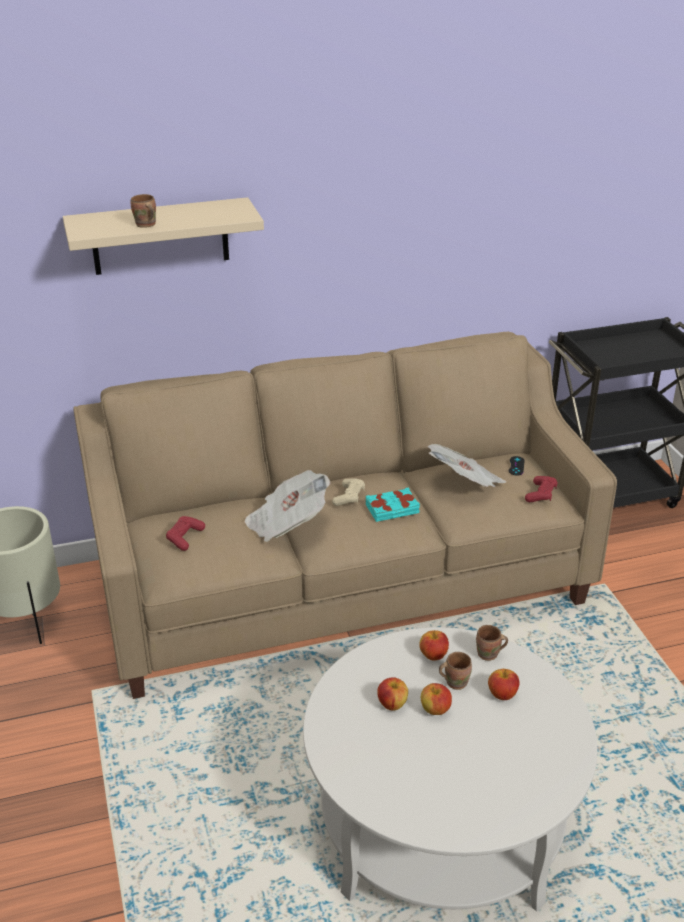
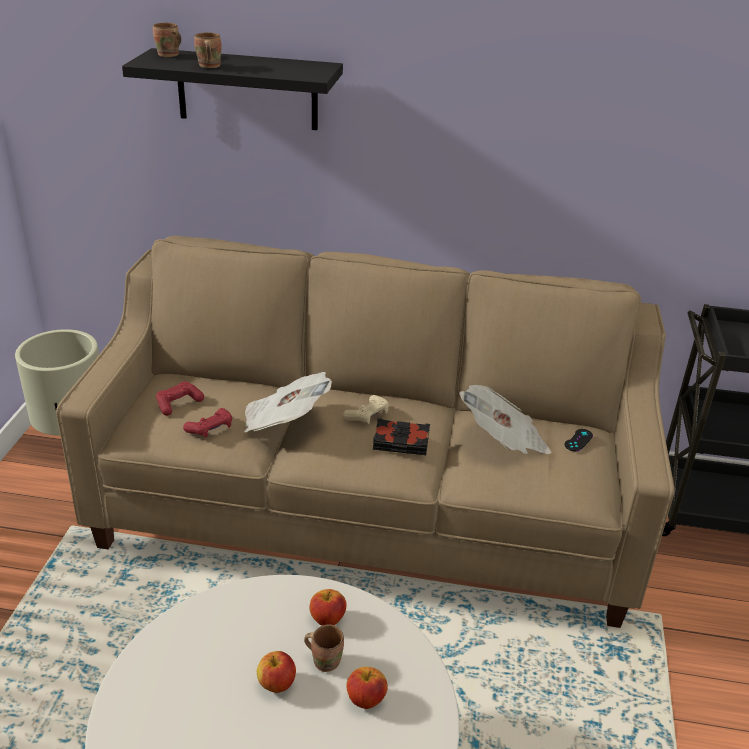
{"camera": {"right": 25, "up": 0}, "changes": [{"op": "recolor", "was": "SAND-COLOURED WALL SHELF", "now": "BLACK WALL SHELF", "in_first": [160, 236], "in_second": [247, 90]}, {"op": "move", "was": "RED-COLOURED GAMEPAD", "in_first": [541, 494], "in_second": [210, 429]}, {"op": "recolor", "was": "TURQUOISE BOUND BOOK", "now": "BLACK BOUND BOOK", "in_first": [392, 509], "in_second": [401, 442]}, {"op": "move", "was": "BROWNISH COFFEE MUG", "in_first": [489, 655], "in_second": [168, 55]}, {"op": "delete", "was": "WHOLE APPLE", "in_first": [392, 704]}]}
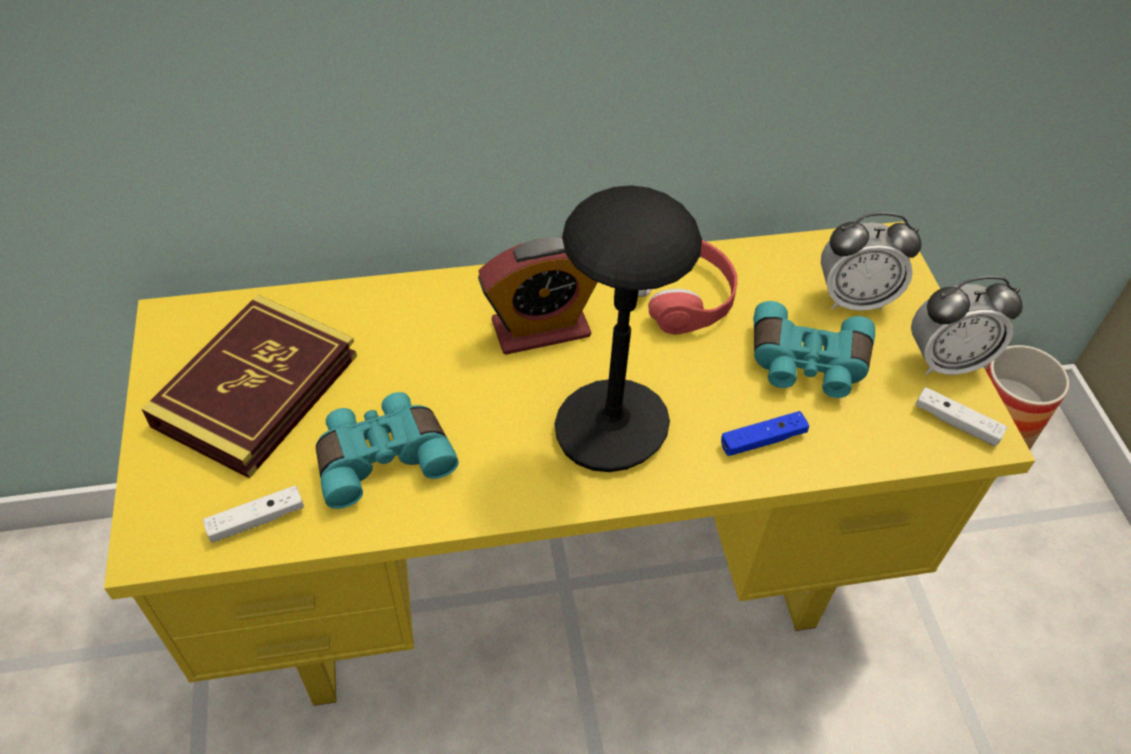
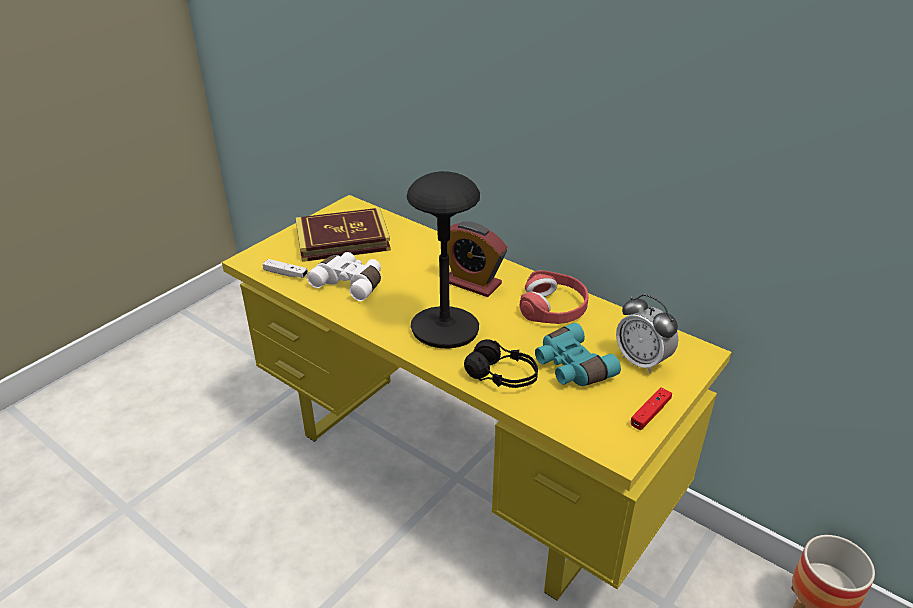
{"camera": {"right": 50, "up": -15}, "changes": [{"op": "replace", "was": "TABLE CLOCK", "now": "RED-COLOURED GAMEPAD", "in_first": [945, 361], "in_second": [650, 413]}, {"op": "delete", "was": "WHITISH GAMEPAD", "in_first": [956, 423]}, {"op": "recolor", "was": "TURQUOISE BINOCULARS", "now": "WHITISH BINOCULARS", "in_first": [382, 456], "in_second": [350, 283]}, {"op": "replace", "was": "BLUE-COLOURED GAMEPAD", "now": "BLACK PAIR OF HEADPHONES", "in_first": [762, 440], "in_second": [502, 376]}]}
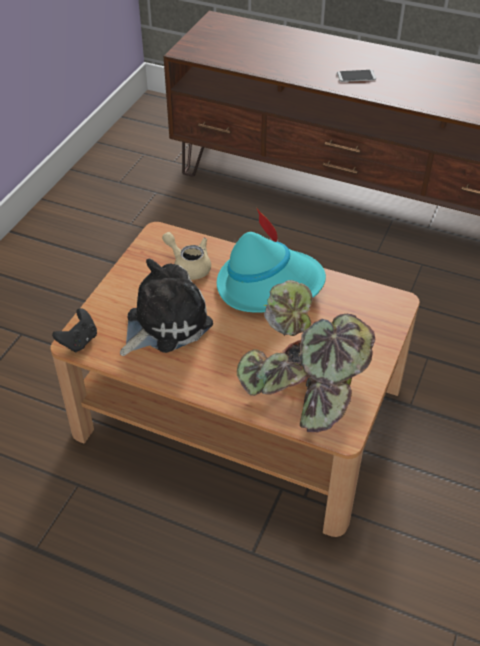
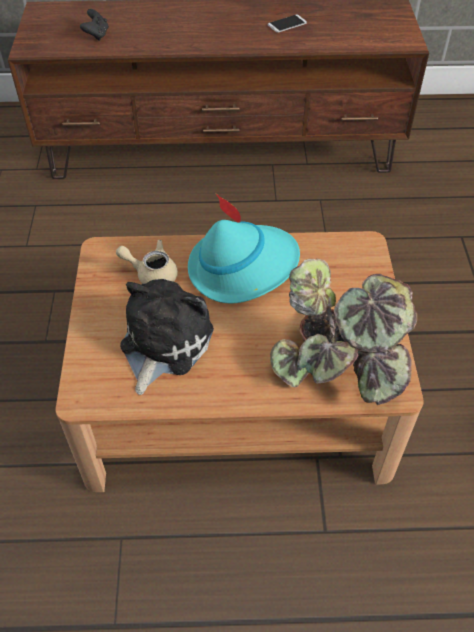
{"camera": {"right": -25, "up": 5}, "changes": [{"op": "move", "was": "TELEPHONE", "in_first": [356, 76], "in_second": [287, 24]}, {"op": "move", "was": "BLACK GAMEPAD", "in_first": [79, 341], "in_second": [97, 35]}]}
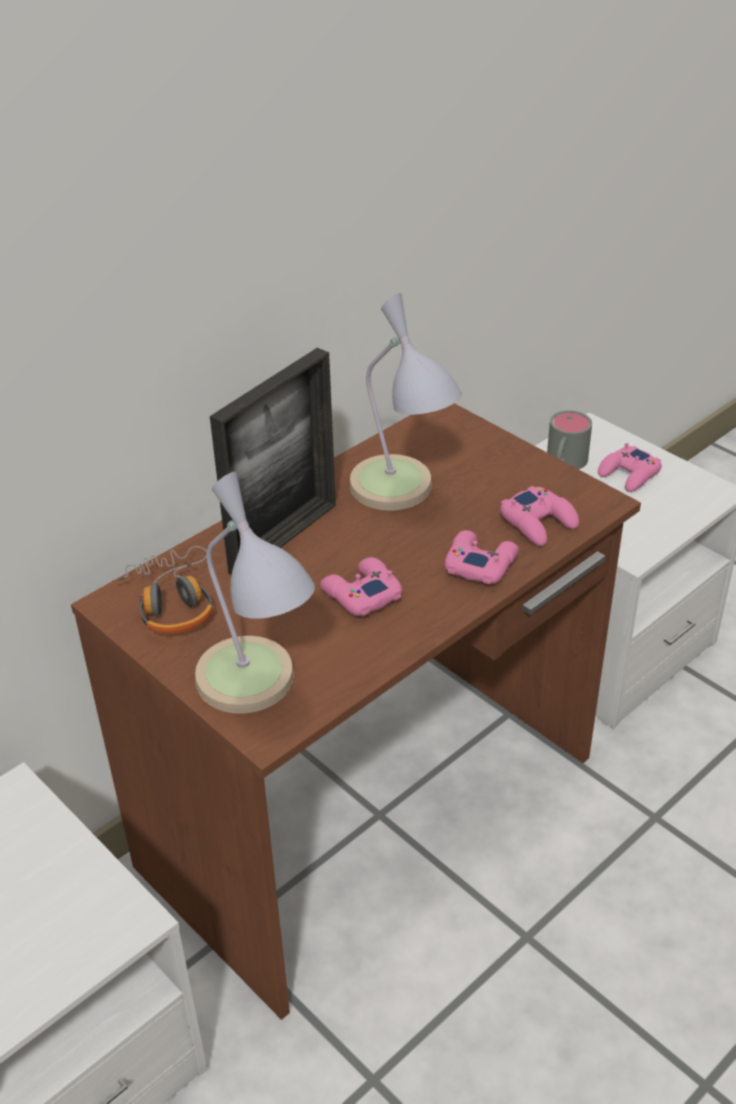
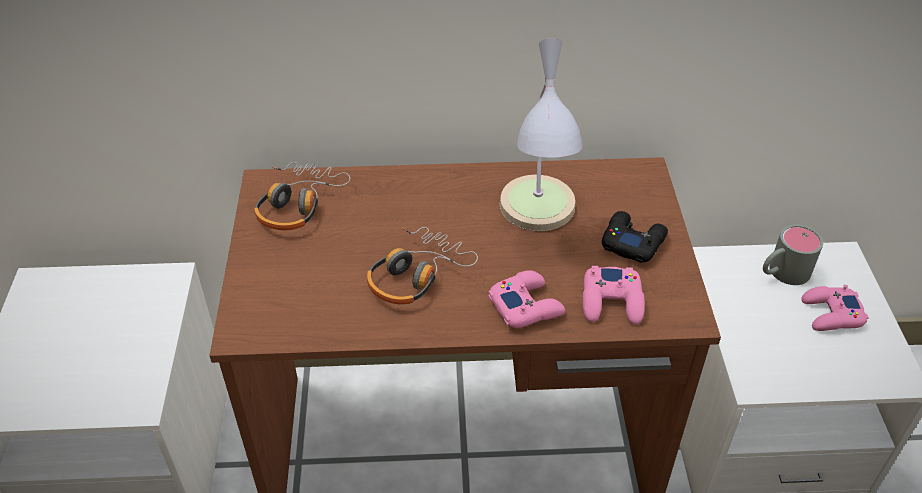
{"camera": {"right": 40, "up": 5}, "changes": [{"op": "delete", "was": "PHOTO FRAME", "in_first": [283, 538]}, {"op": "delete", "was": "TABLE LAMP", "in_first": [259, 689]}, {"op": "replace", "was": "PINK-COLOURED GAMEPAD", "now": "PAIR OF HEADPHONES", "in_first": [361, 594], "in_second": [416, 274]}, {"op": "insert", "now": "BLACK GAMEPAD", "in_second": [632, 242]}]}
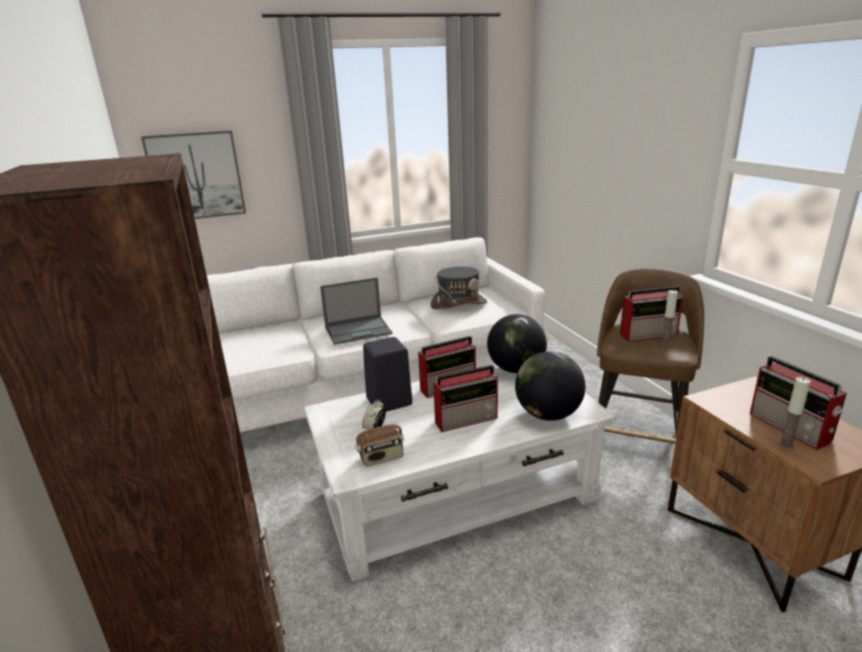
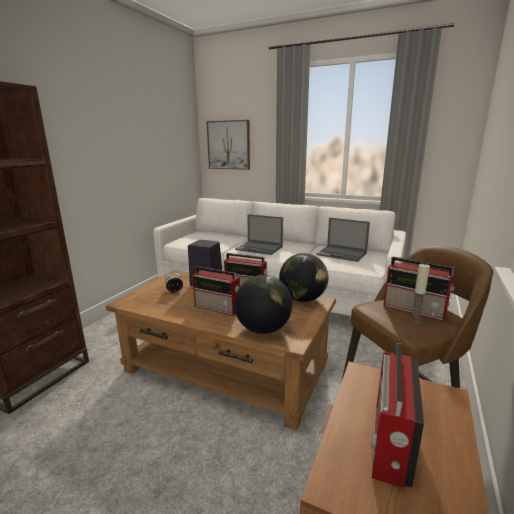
{"camera": {"right": 45, "up": -5}, "changes": [{"op": "replace", "was": "GREY CLOTHING HAT", "now": "LAPTOP", "in_first": [458, 304], "in_second": [342, 254]}, {"op": "recolor", "was": "WHITISH LOUNGE TABLE", "now": "BROWNISH LOUNGE TABLE", "in_first": [457, 496], "in_second": [226, 368]}, {"op": "delete", "was": "CANDLE", "in_first": [786, 445]}, {"op": "delete", "was": "RADIO", "in_first": [381, 458]}]}
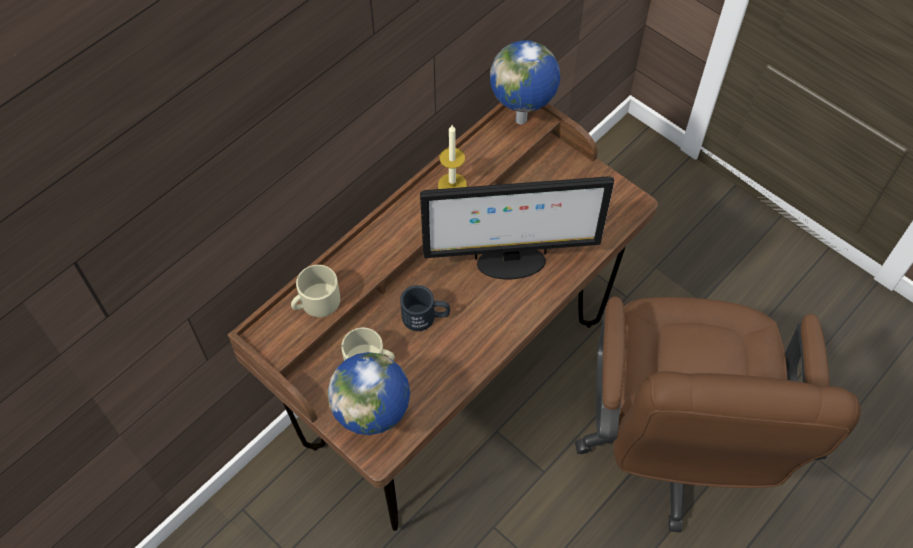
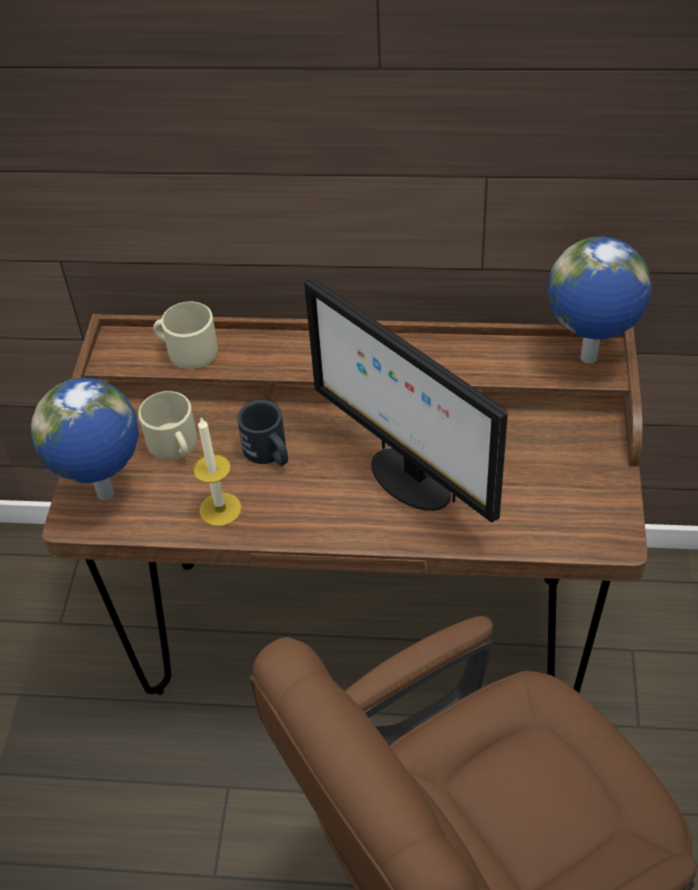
{"camera": {"right": 55, "up": -10}, "changes": [{"op": "move", "was": "CANDLE", "in_first": [452, 185], "in_second": [220, 509]}]}
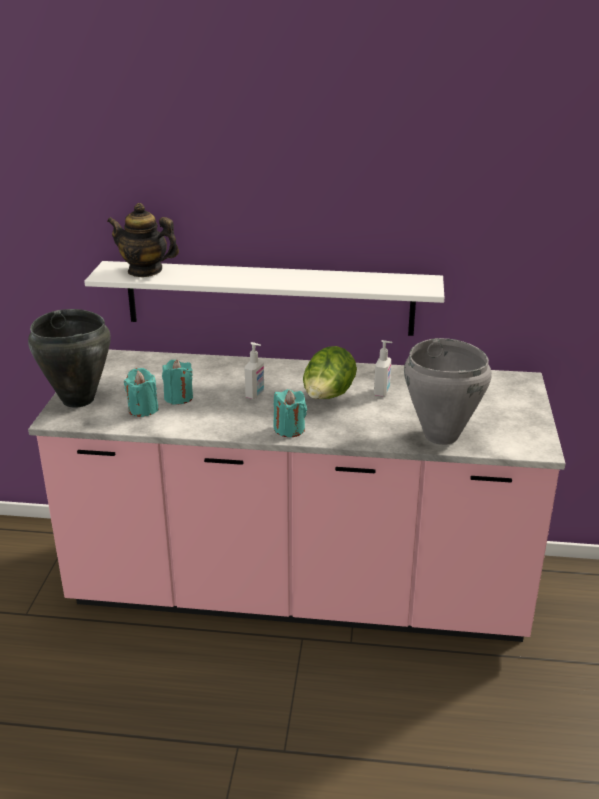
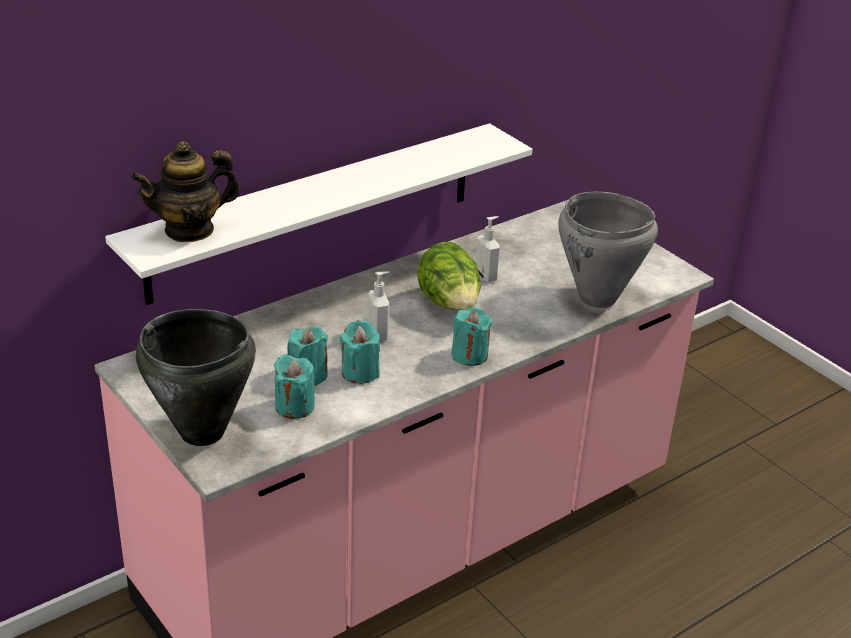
{"camera": {"right": -45, "up": 5}, "changes": [{"op": "insert", "now": "TURQUOISE CANDLE", "in_second": [360, 372]}]}
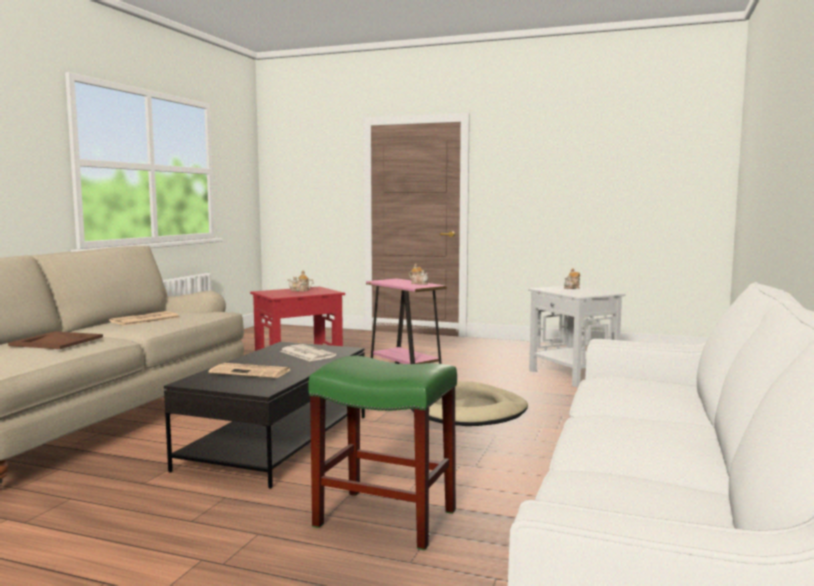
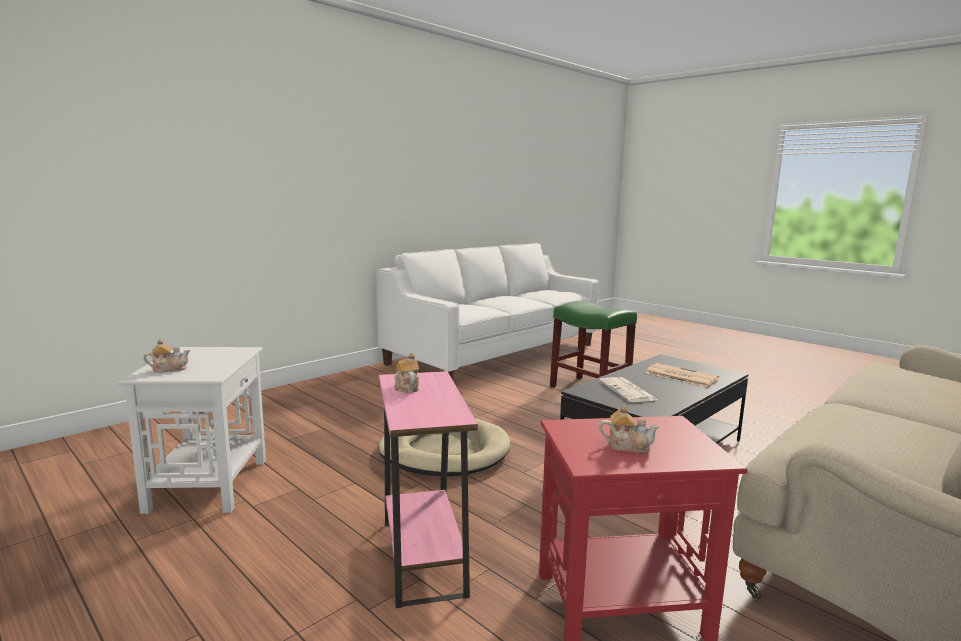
{"camera": {"right": -155, "up": 5}, "changes": [{"op": "delete", "was": "NEWSPAPER", "in_first": [144, 320]}, {"op": "delete", "was": "BROWNISH SERVING TRAY", "in_first": [56, 341]}]}
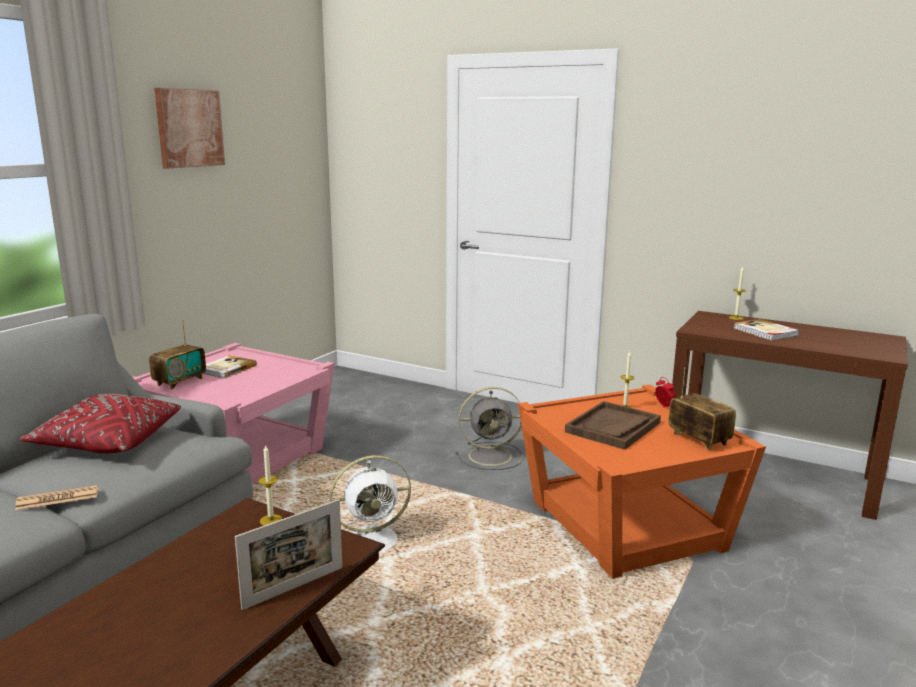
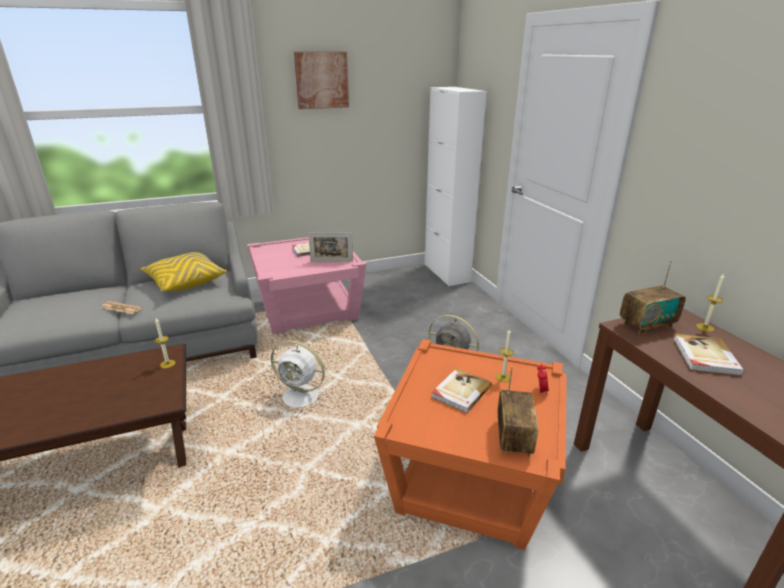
{"camera": {"right": 40, "up": 10}, "changes": [{"op": "move", "was": "RADIO", "in_first": [179, 382], "in_second": [646, 325]}, {"op": "recolor", "was": "RED-COLOURED THROW PILLOW", "now": "YELLOW-COLOURED THROW PILLOW", "in_first": [107, 442], "in_second": [185, 282]}, {"op": "replace", "was": "BROWNISH SERVING TRAY", "now": "BOUND BOOK", "in_first": [613, 427], "in_second": [460, 391]}, {"op": "move", "was": "PHOTO FRAME", "in_first": [294, 587], "in_second": [331, 261]}, {"op": "insert", "now": "WHITISH CABINET", "in_second": [446, 273]}]}
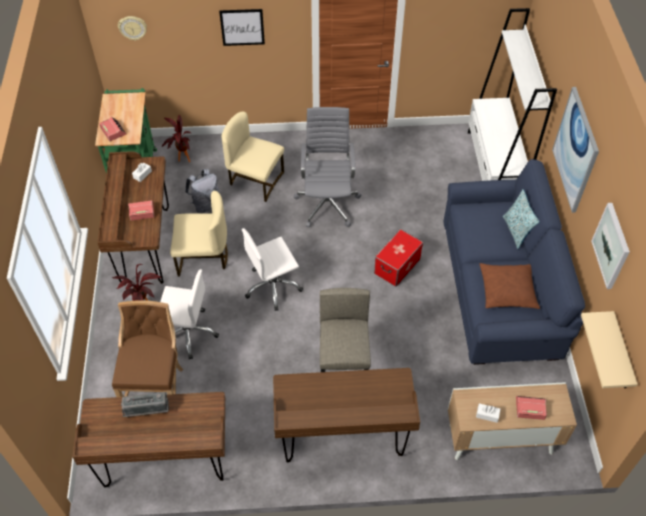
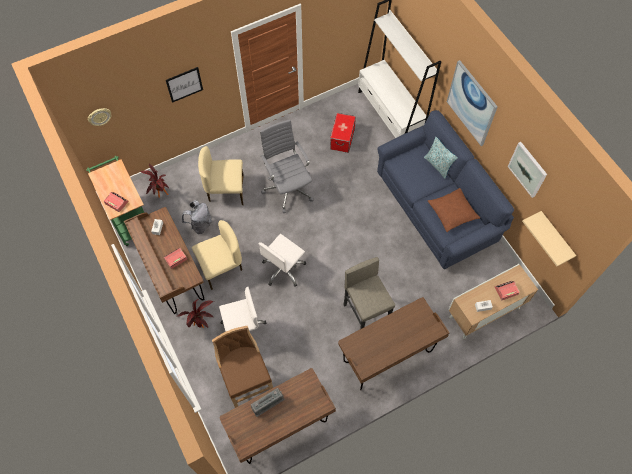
{"camera": {"right": -25, "up": 10}, "changes": [{"op": "move", "was": "STORAGE BOX", "in_first": [397, 266], "in_second": [342, 139]}]}
